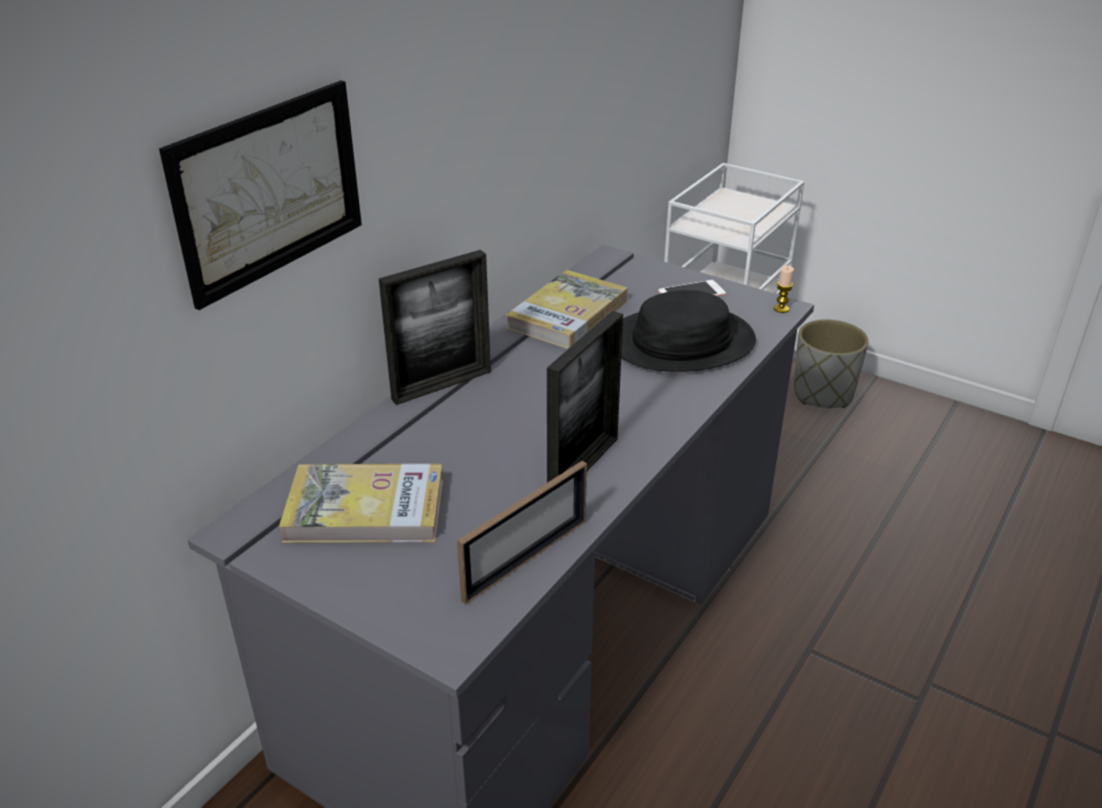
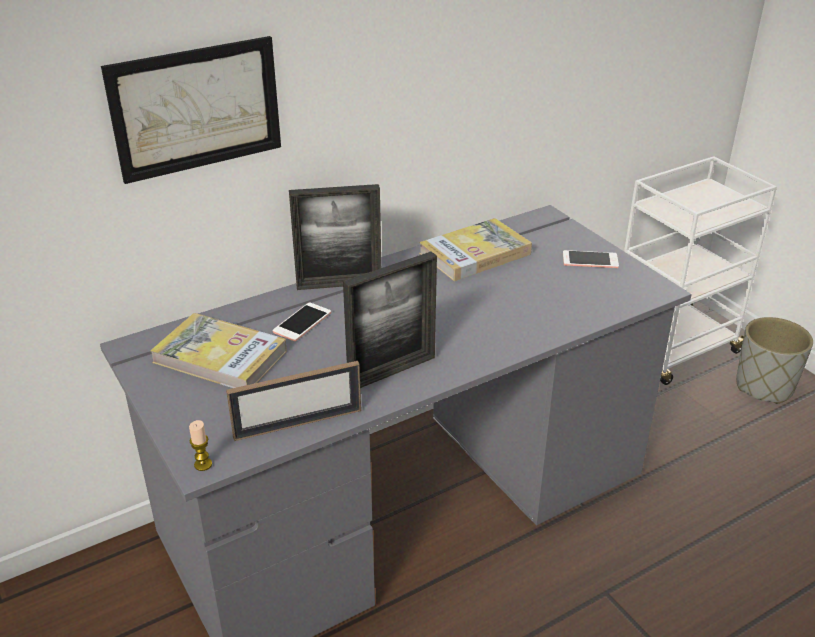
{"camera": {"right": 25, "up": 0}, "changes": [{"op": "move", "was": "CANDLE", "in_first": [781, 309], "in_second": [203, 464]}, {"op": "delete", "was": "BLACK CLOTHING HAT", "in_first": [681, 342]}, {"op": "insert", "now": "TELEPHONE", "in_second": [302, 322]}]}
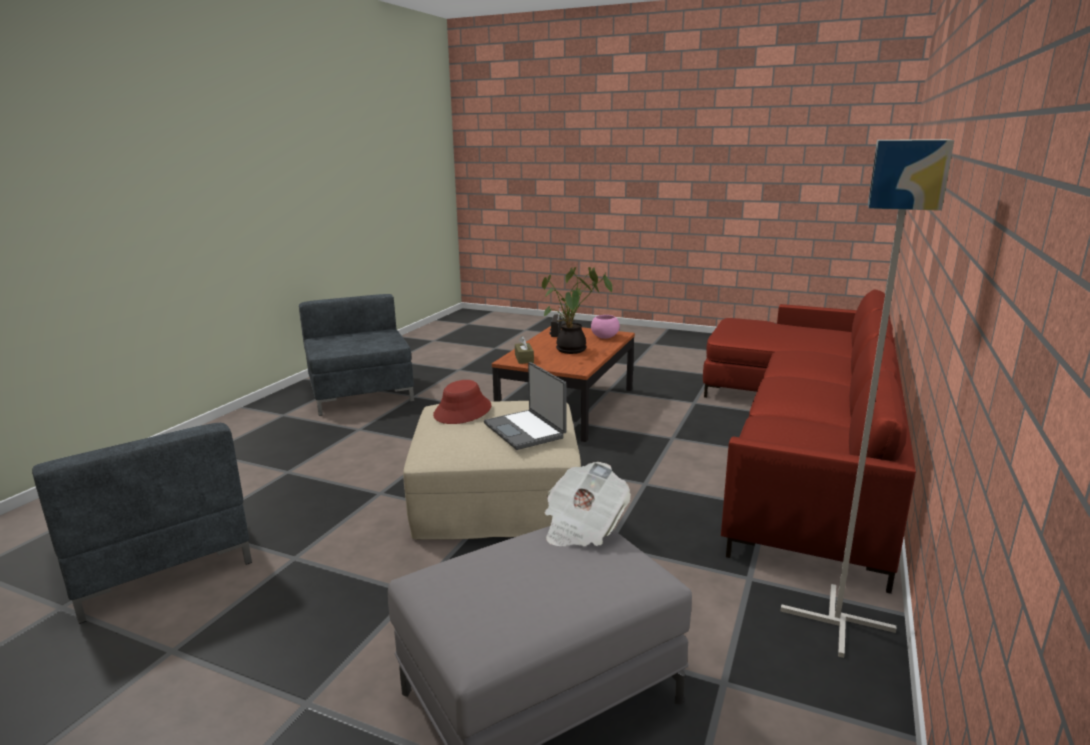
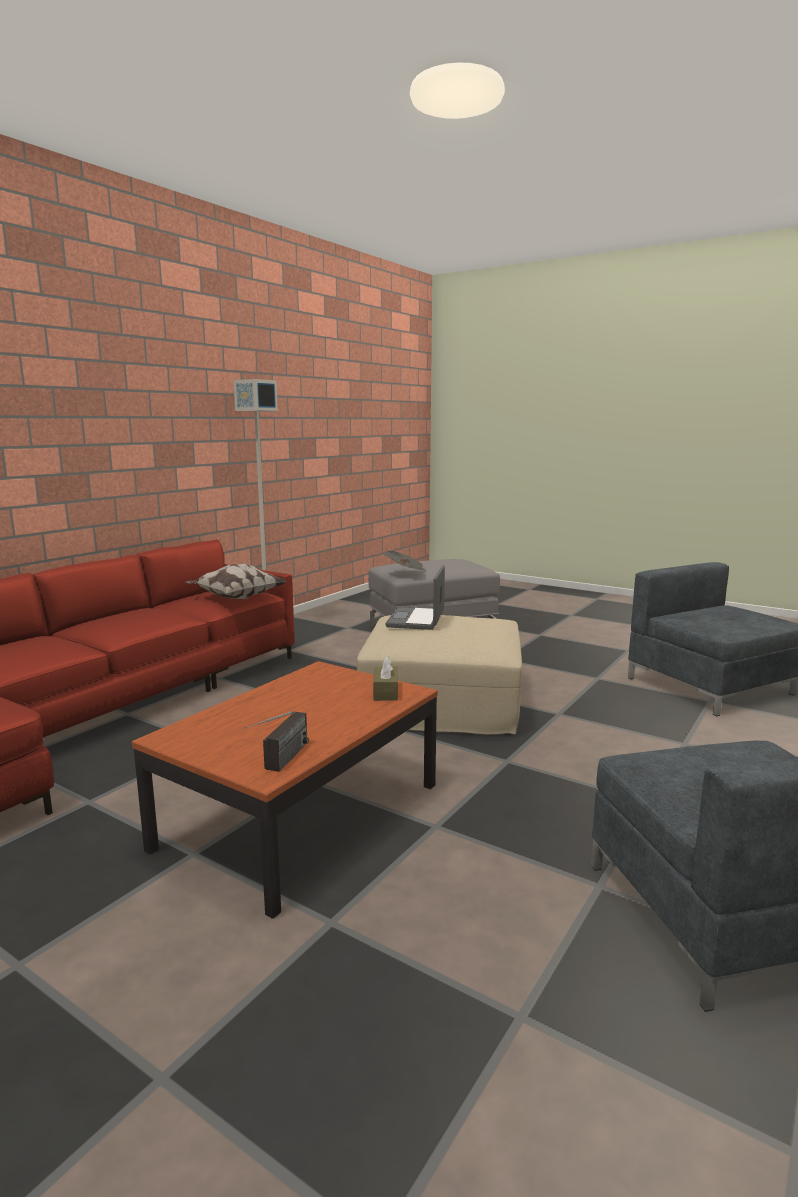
{"camera": {"right": -170, "up": -5}, "changes": [{"op": "delete", "was": "POTTED PLANT", "in_first": [572, 351]}, {"op": "delete", "was": "PINK-COLOURED DEEP DISH", "in_first": [604, 337]}, {"op": "rotate", "was": "LAPTOP", "in_first": [525, 430], "in_second": [417, 620], "clockwise": -150}, {"op": "delete", "was": "RED-COLOURED CLOTHING HAT", "in_first": [463, 411]}, {"op": "insert", "now": "THROW PILLOW", "in_second": [236, 598]}]}
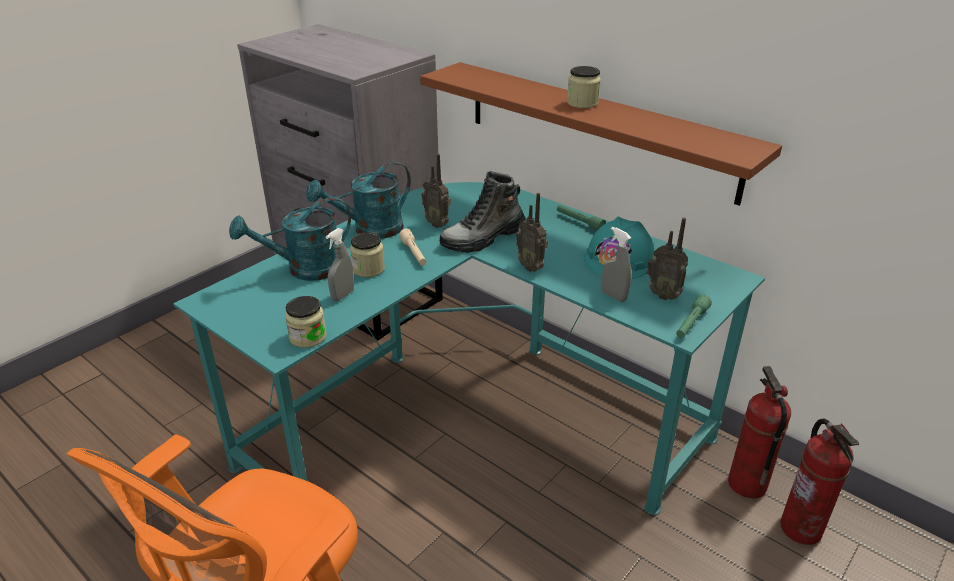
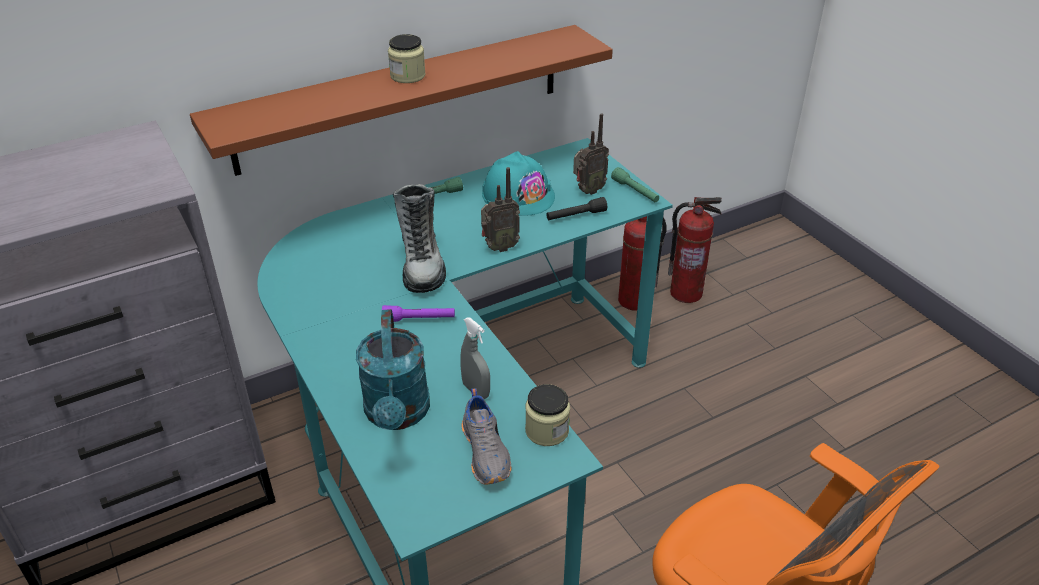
{"camera": {"right": -70, "up": 5}, "changes": [{"op": "delete", "was": "RADIO", "in_first": [437, 224]}, {"op": "delete", "was": "TURQUOISE WATERING POT", "in_first": [370, 230]}, {"op": "replace", "was": "GREY SPRAYER", "now": "BLACK TORCH", "in_first": [613, 296], "in_second": [576, 216]}, {"op": "recolor", "was": "SAND-COLOURED TORCH", "now": "PURPLE TORCH", "in_first": [414, 253], "in_second": [419, 319]}, {"op": "delete", "was": "STORAGE JAR", "in_first": [368, 269]}, {"op": "insert", "now": "GREY SHOE", "in_second": [487, 452]}]}
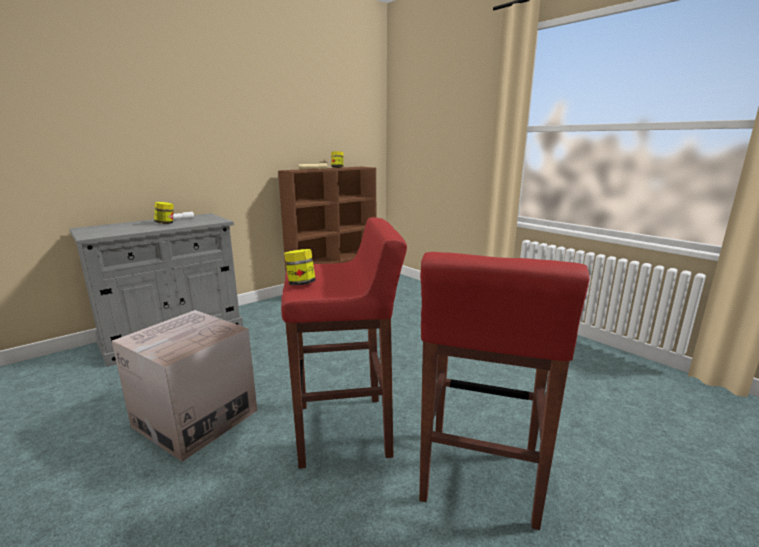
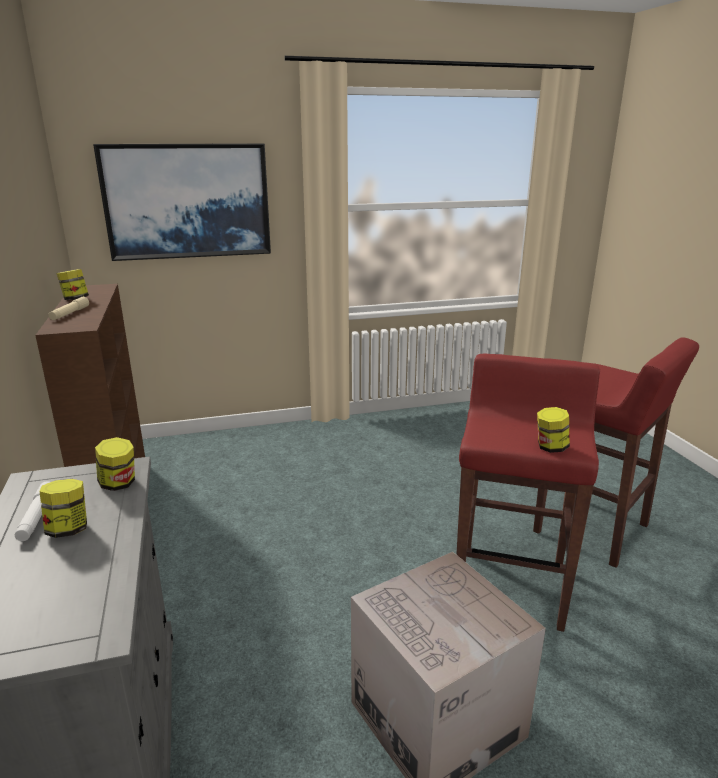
{"camera": {"right": -65, "up": 5}, "changes": [{"op": "insert", "now": "WALL PICTURE", "in_second": [187, 201]}, {"op": "insert", "now": "STORAGE JAR", "in_second": [119, 484]}]}
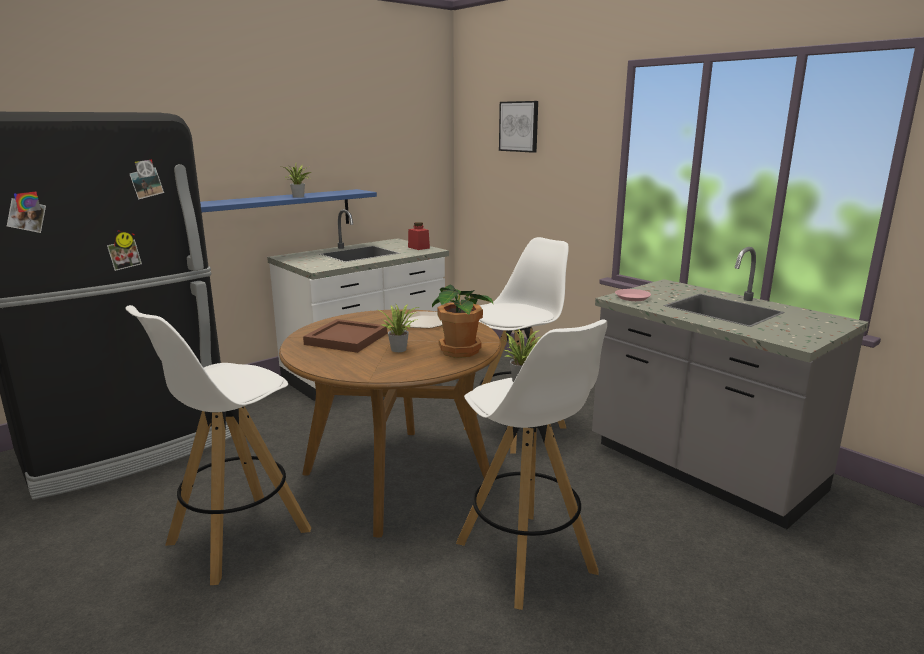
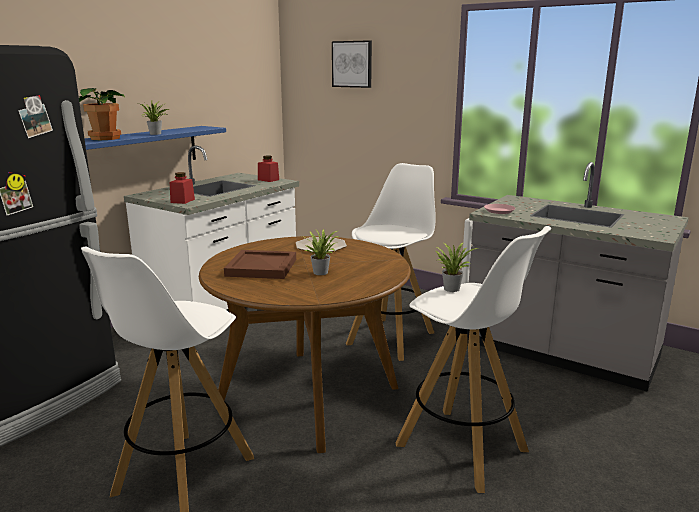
{"camera": {"right": -15, "up": 0}, "changes": [{"op": "move", "was": "POTTED PLANT", "in_first": [461, 350], "in_second": [106, 138]}, {"op": "insert", "now": "RED-COLOURED STORAGE JAR", "in_second": [182, 201]}]}
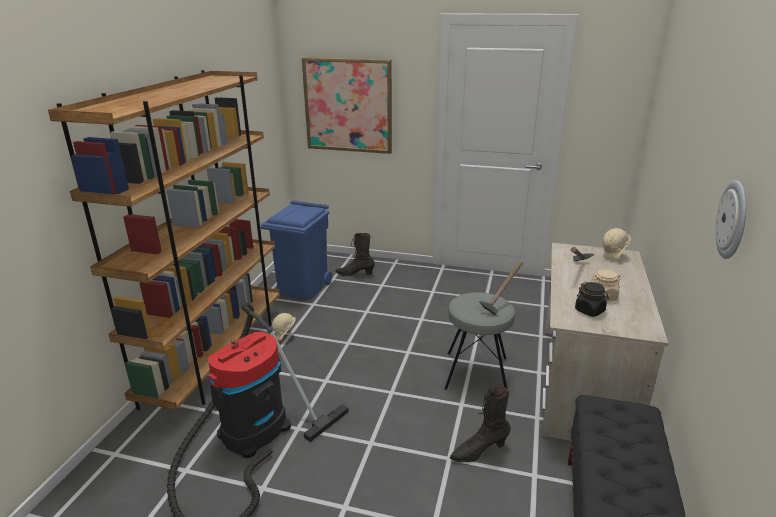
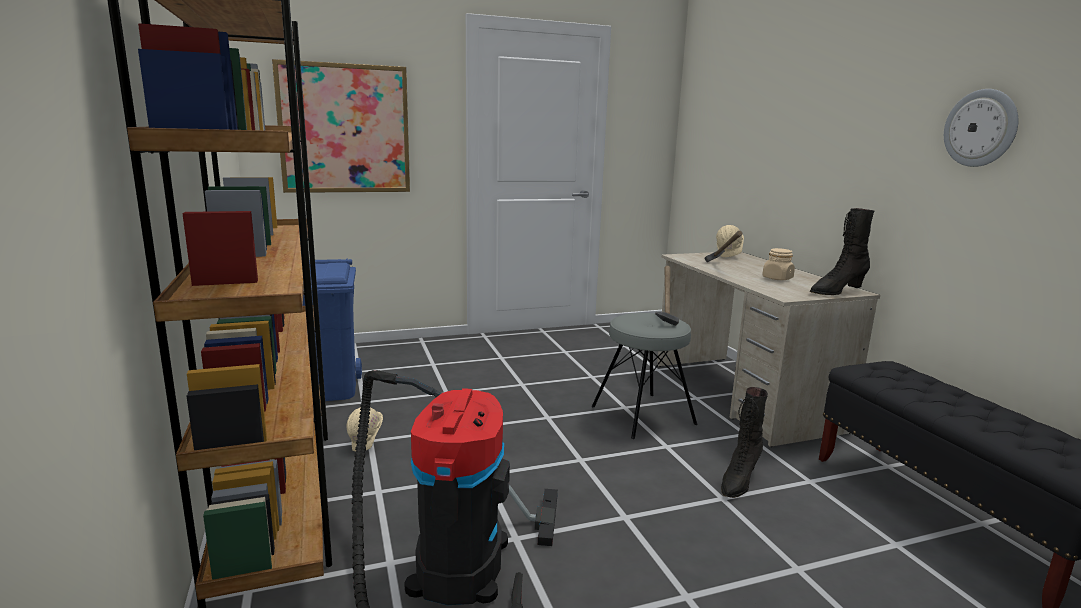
{"camera": {"right": -35, "up": -10}, "changes": [{"op": "move", "was": "BLACK TALL BOOT", "in_first": [355, 274], "in_second": [836, 291]}, {"op": "delete", "was": "BLACK STORAGE JAR", "in_first": [590, 311]}]}
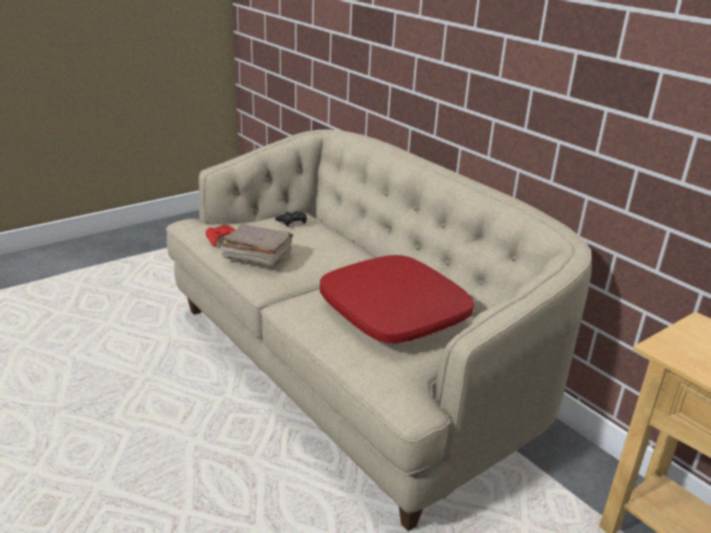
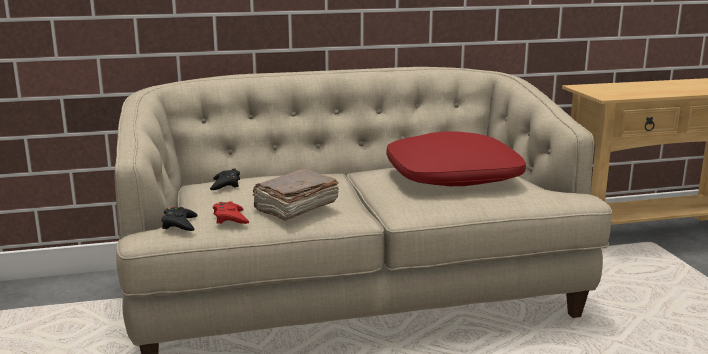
{"camera": {"right": -65, "up": -10}, "changes": [{"op": "insert", "now": "BLACK GAMEPAD", "in_second": [179, 224]}]}
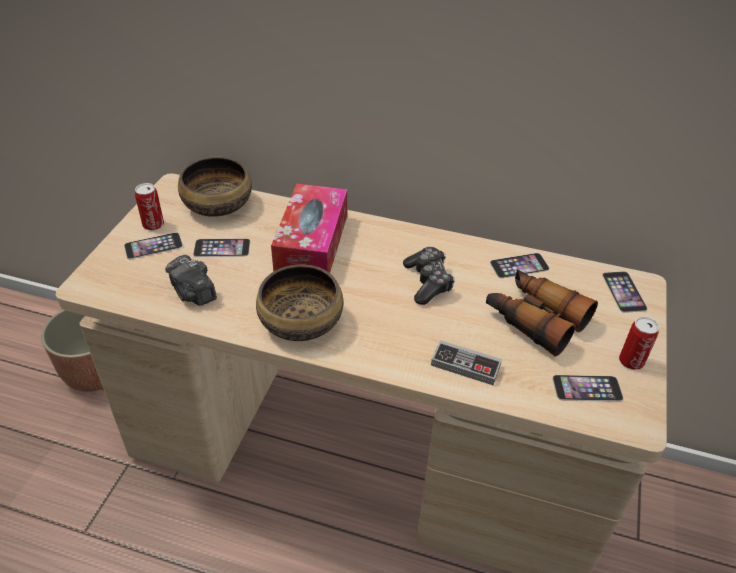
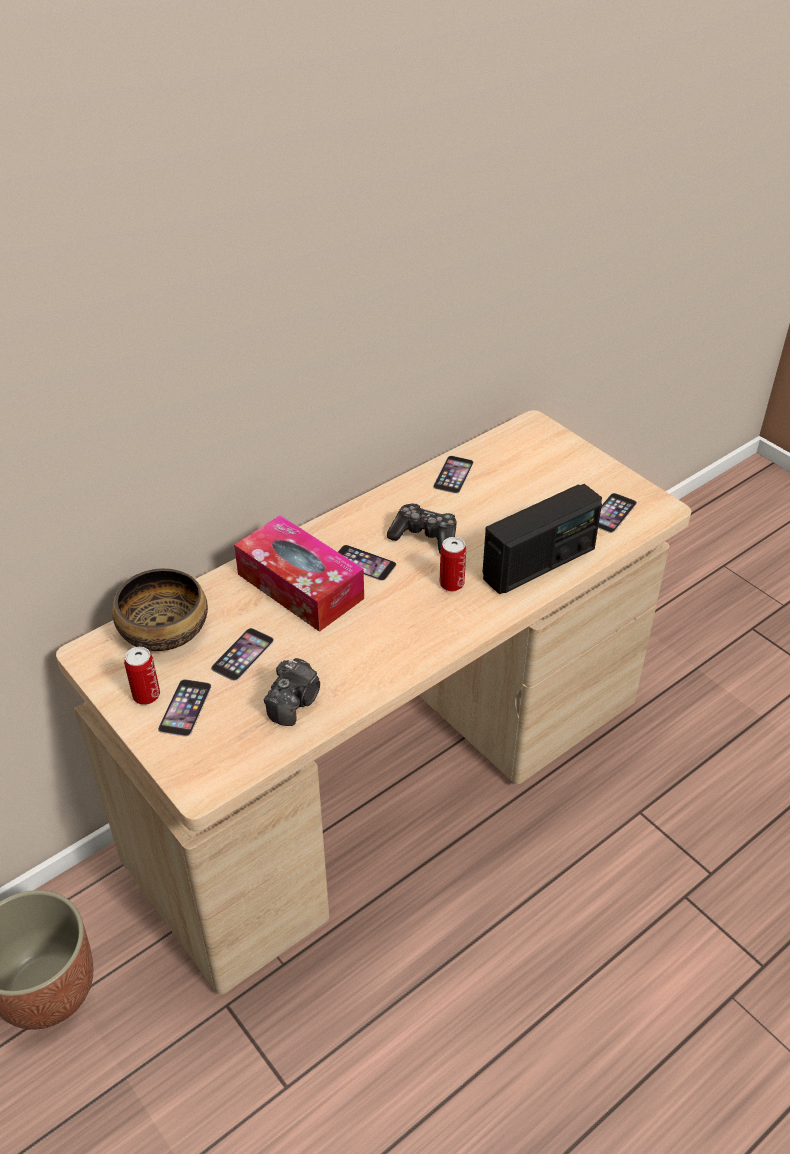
{"camera": {"right": -55, "up": 0}, "changes": [{"op": "rotate", "was": "PHOTO CAMERA", "in_first": [193, 293], "in_second": [295, 702], "clockwise": -60}, {"op": "delete", "was": "DEEP DISH", "in_first": [301, 322]}, {"op": "delete", "was": "BINOCULARS", "in_first": [534, 319]}, {"op": "move", "was": "TELEPHONE", "in_first": [624, 291], "in_second": [363, 563]}, {"op": "move", "was": "METAL CAN", "in_first": [631, 361], "in_second": [451, 584]}, {"op": "replace", "was": "GAMEPAD", "now": "RADIO", "in_first": [465, 365], "in_second": [539, 564]}]}
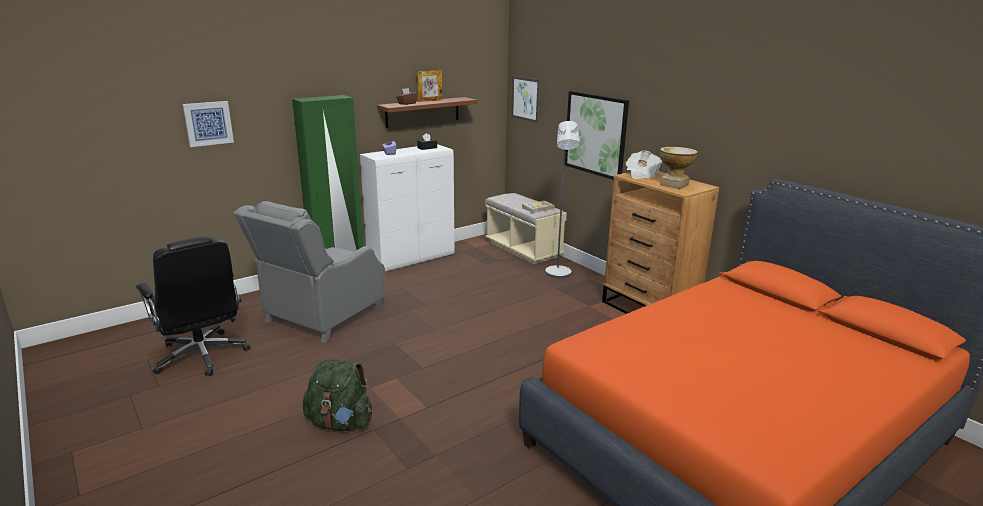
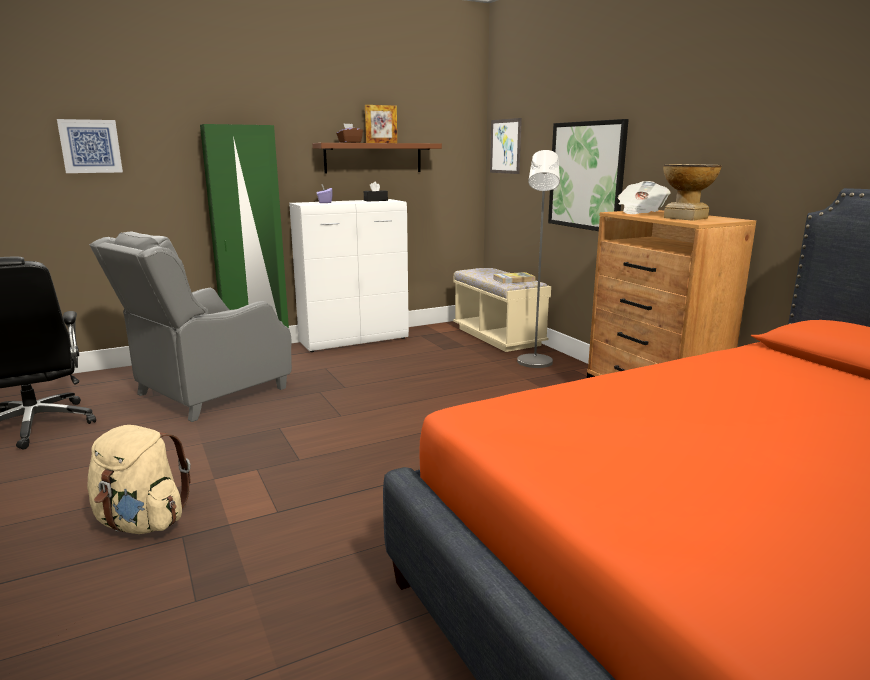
{"camera": {"right": 10, "up": -5}, "changes": [{"op": "recolor", "was": "GREENISH BACKPACK", "now": "SAND-COLOURED BACKPACK", "in_first": [340, 423], "in_second": [142, 522]}]}
